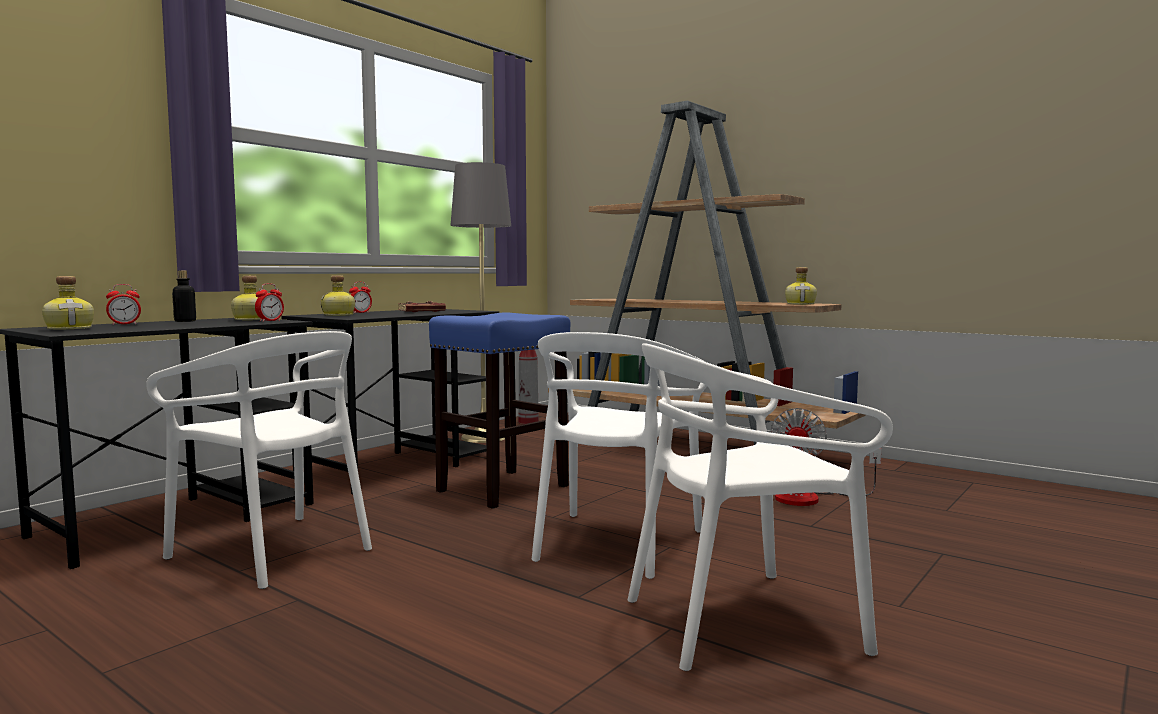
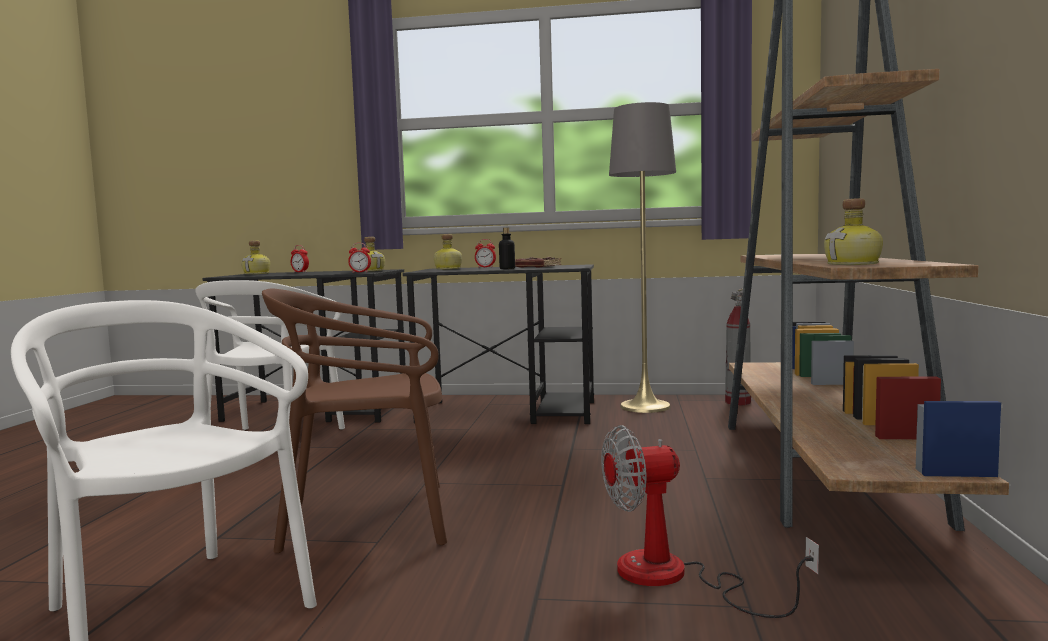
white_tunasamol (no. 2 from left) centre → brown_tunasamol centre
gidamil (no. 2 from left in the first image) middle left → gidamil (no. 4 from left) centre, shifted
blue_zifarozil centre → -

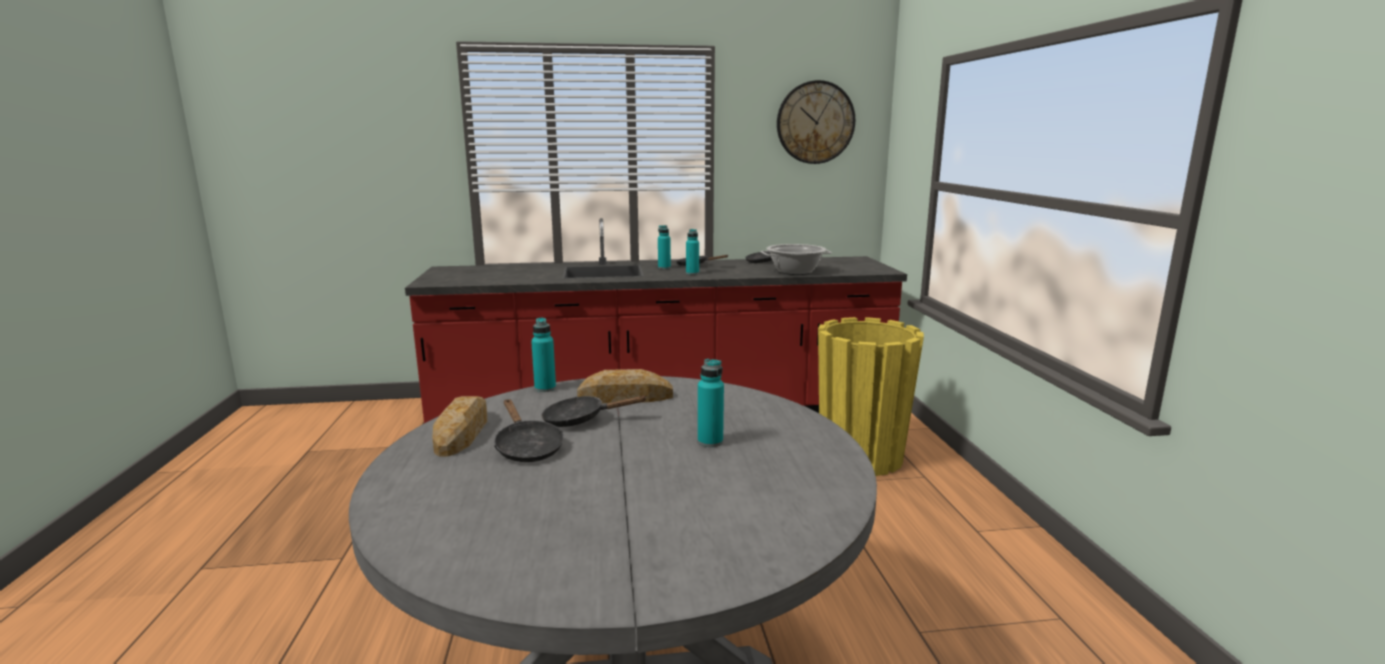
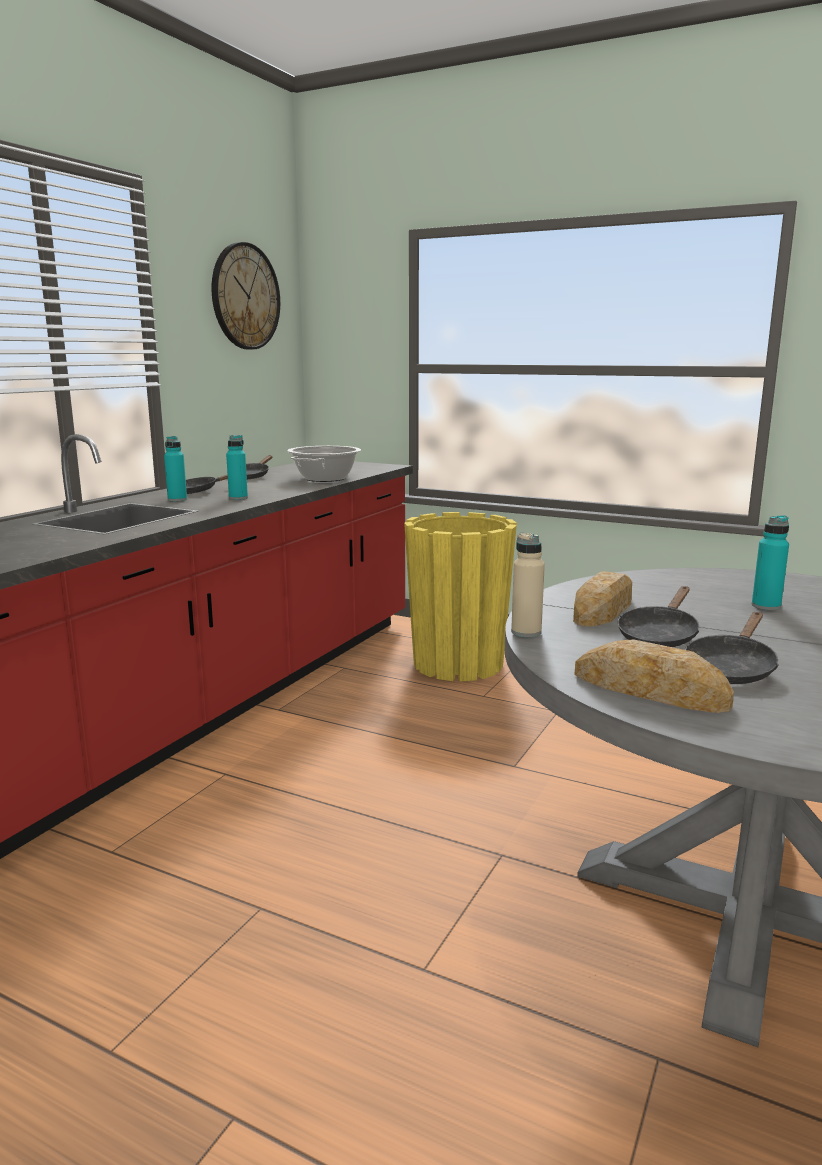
turquoise_gidamil (no. 1 from left) centre → beige_gidamil centre
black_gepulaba (no. 1 from left in the first image) centre → black_gepulaba (no. 4 from left) middle right, 120 degrees clockwise

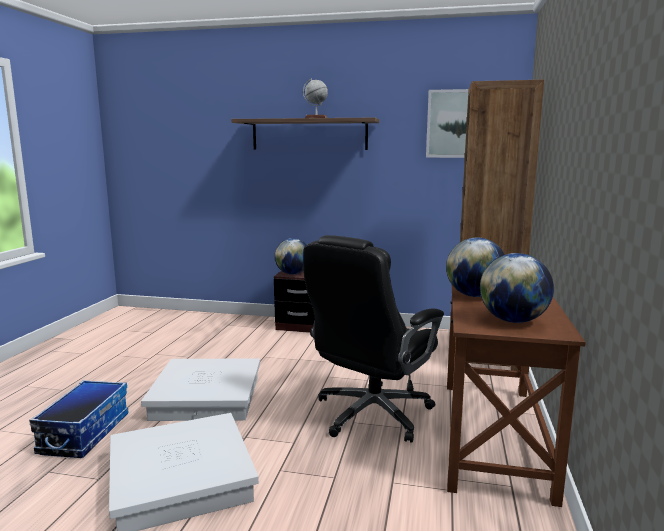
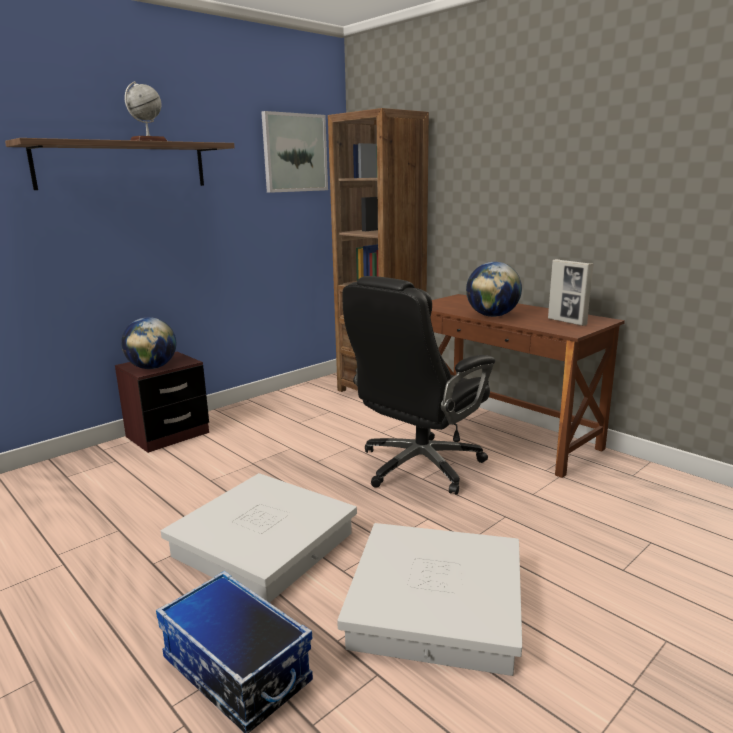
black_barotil centre, 60 degrees clockwise
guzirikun (no. 4 from left) middle right → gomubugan middle right

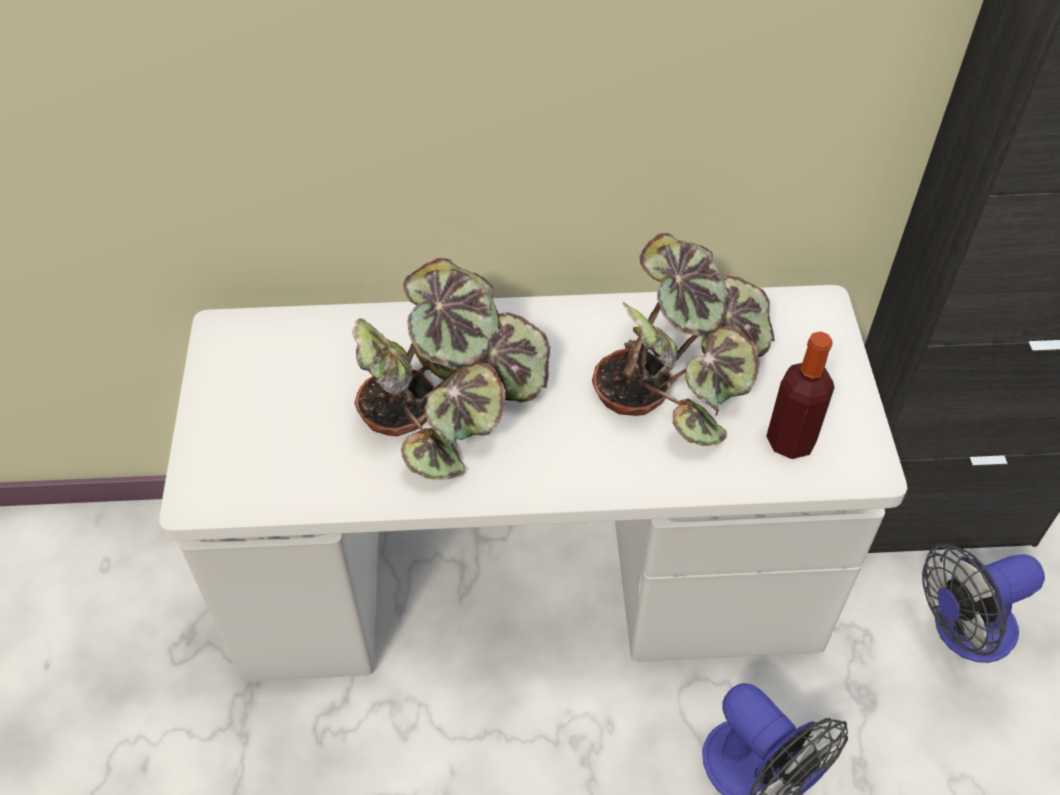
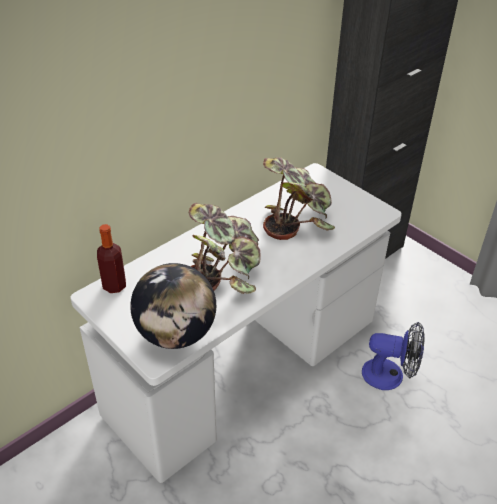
gidamil middle right → gidamil middle left, shifted
- → guzirikun centre
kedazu (no. 2 from left) bottom right → -

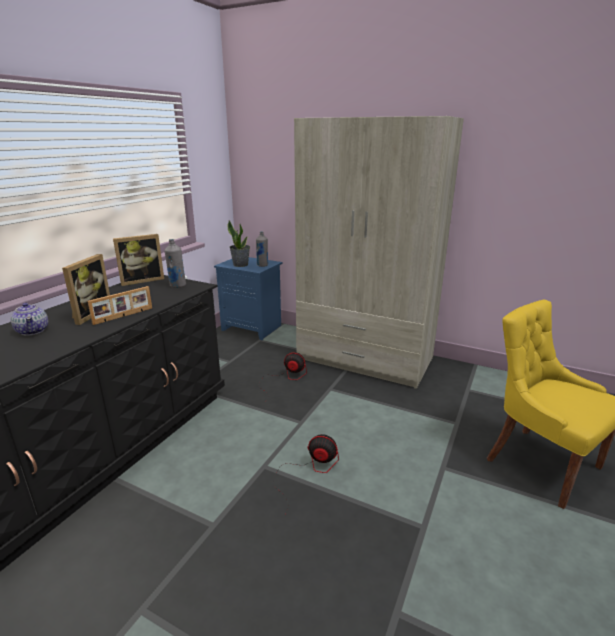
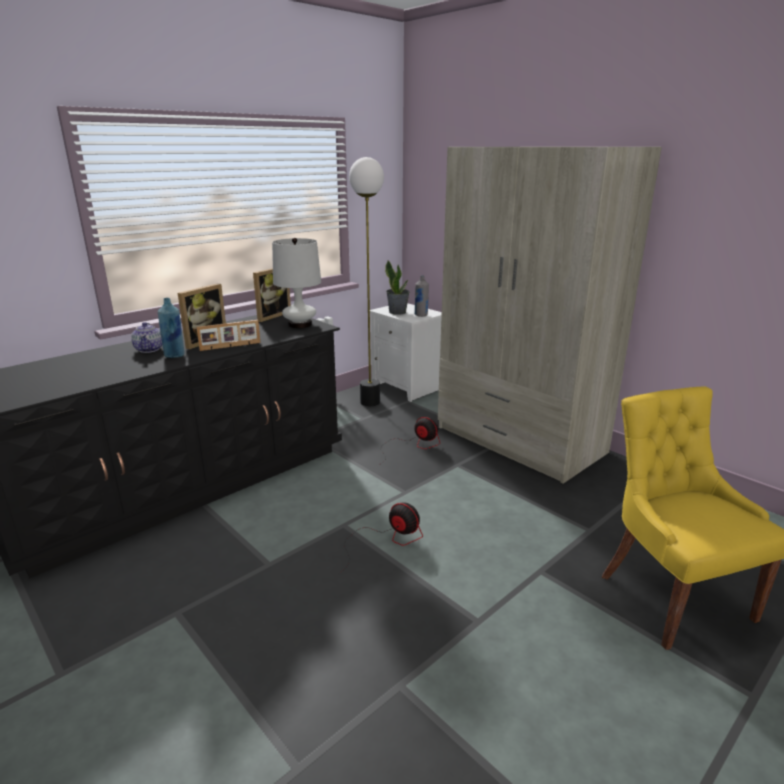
- → blue_gidamil middle left
gomubugan (no. 3 from left) middle left → gomubugan (no. 3 from left) centre, 45 degrees counterclockwise
grey_gidamil (no. 1 from left) middle left → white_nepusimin centre
- → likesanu centre
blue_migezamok centre → white_migezamok centre

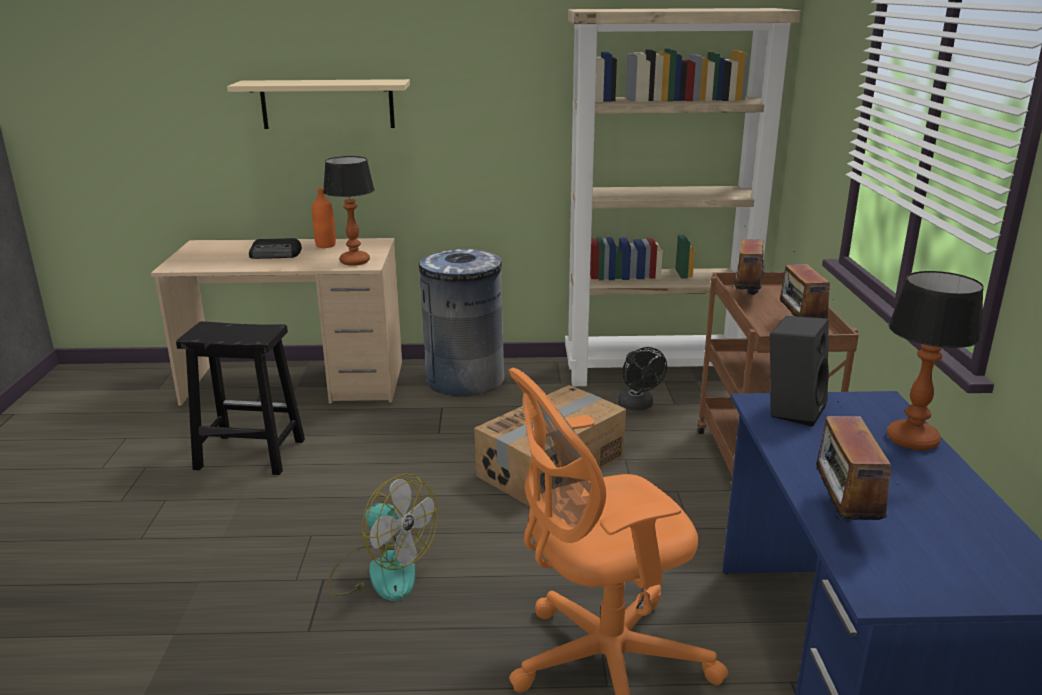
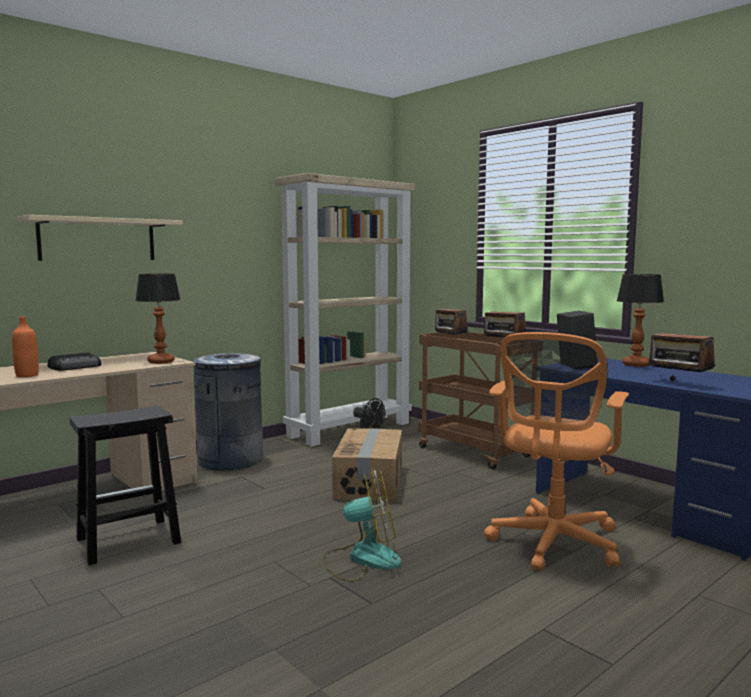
orange_gidamil top left → orange_gidamil middle left, shifted

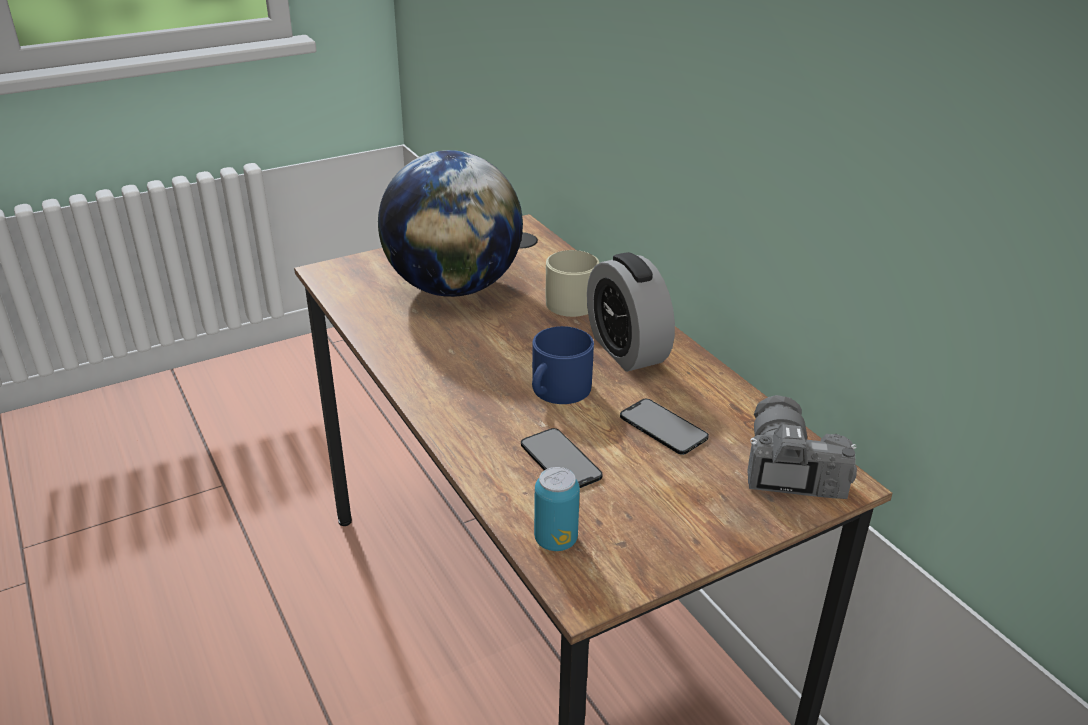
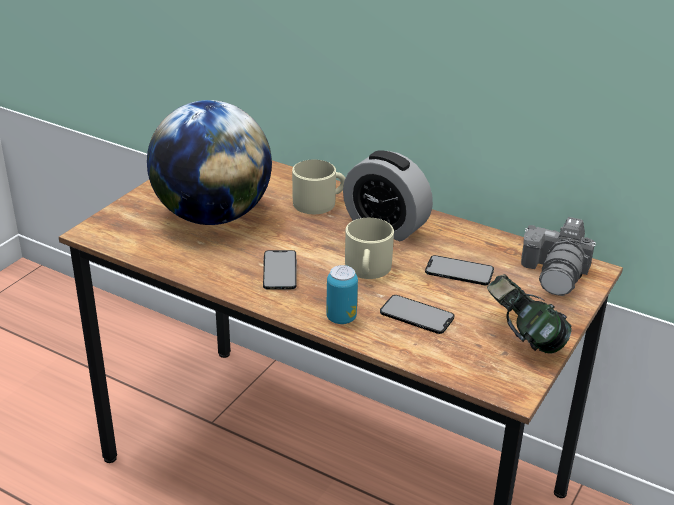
- → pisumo (no. 1 from left) centre
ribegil bottom centre → ribegil centre, shifted
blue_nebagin centre → beige_nebagin (no. 2 from left) centre
- → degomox middle right
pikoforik middle right, 135 degrees counterclockwise

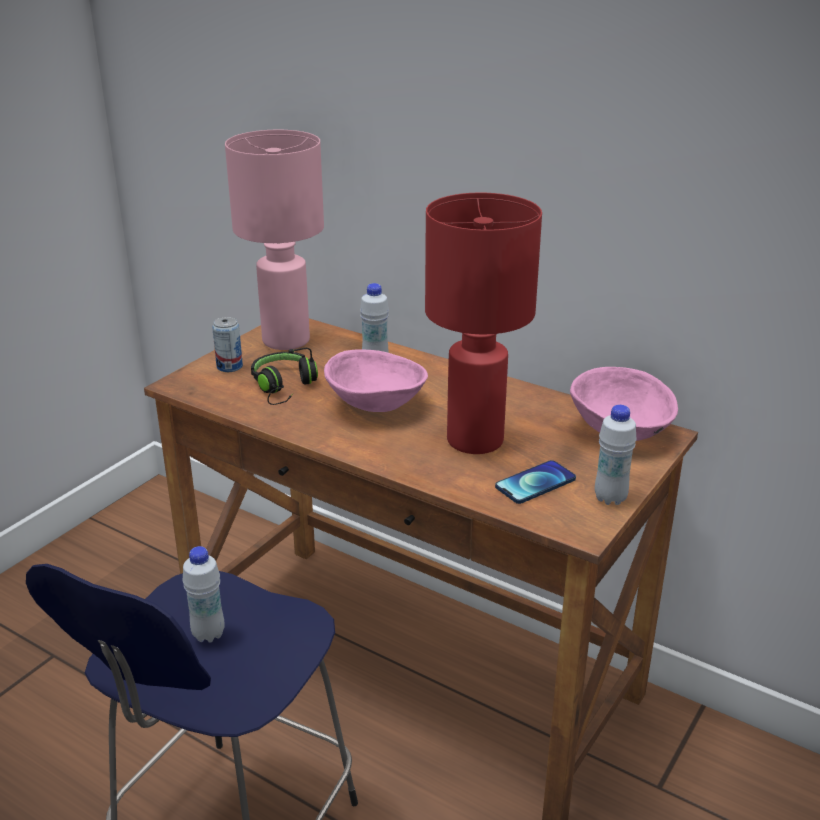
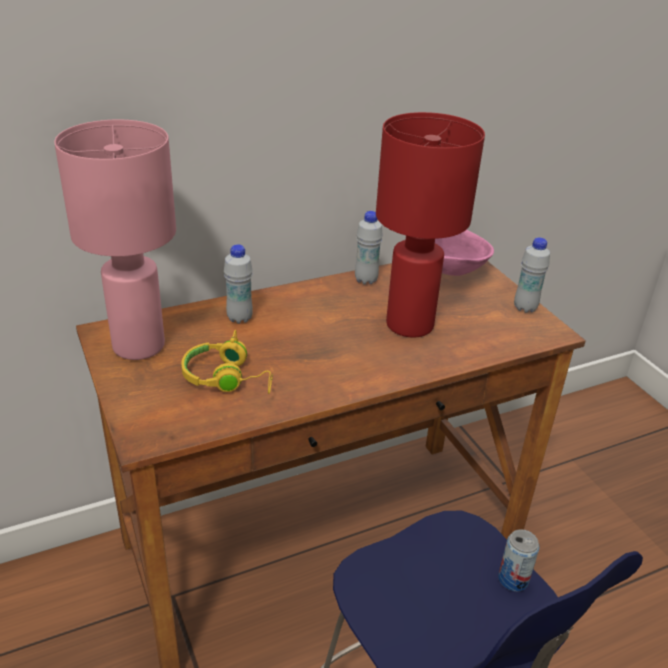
black_degomox centre → yellow_degomox centre
white_gidamil (no. 1 from left in the first image) bottom left → white_gidamil (no. 2 from left) centre, shifted
ribegil middle left → ribegil bottom right, shifted
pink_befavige (no. 1 from left) centre → -
pisumo centre → -

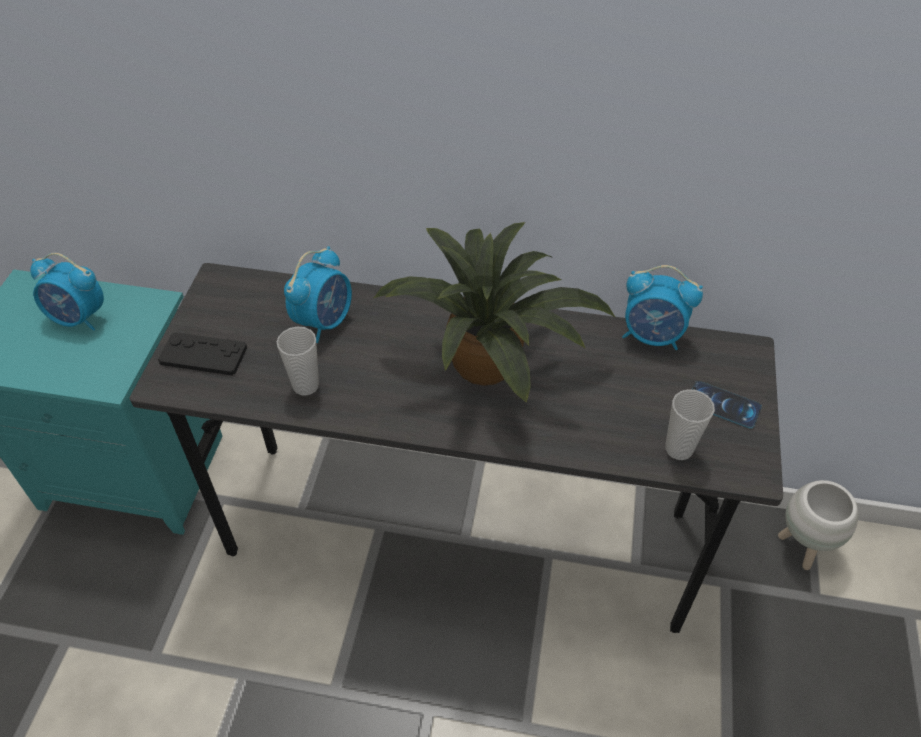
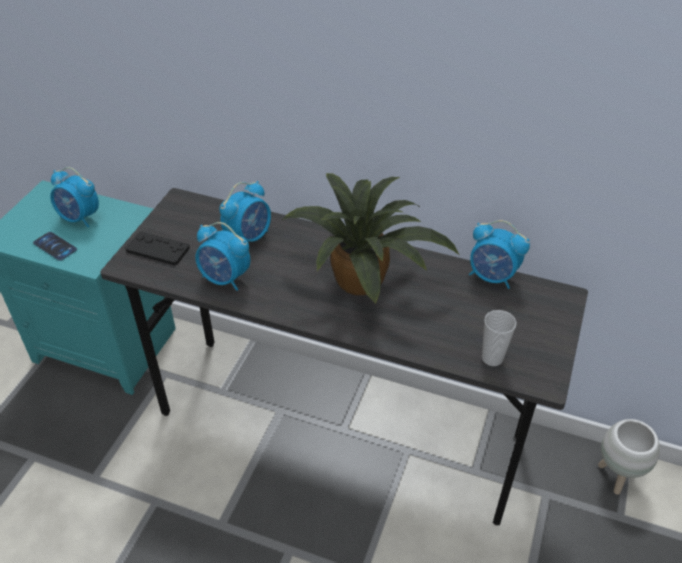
pisumo middle right → pisumo middle left, shifted
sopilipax (no. 1 from left) middle left → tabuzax (no. 2 from left) middle left

